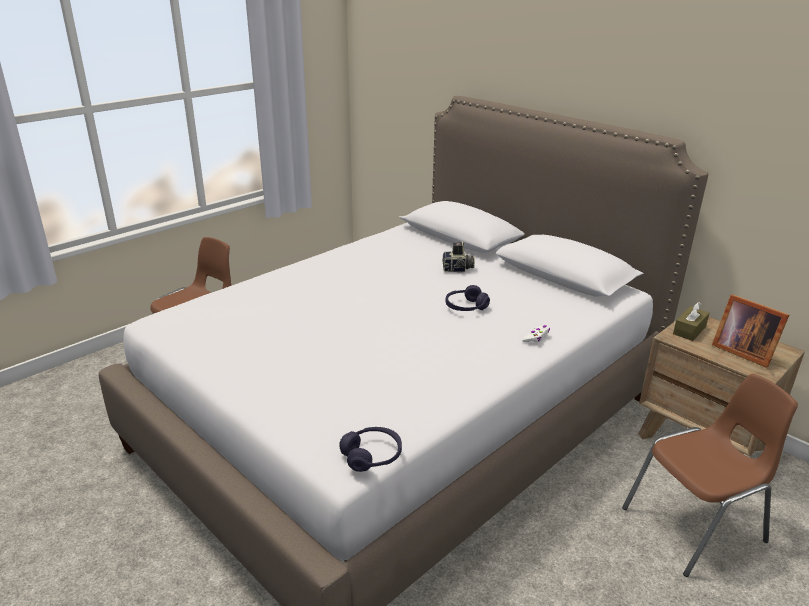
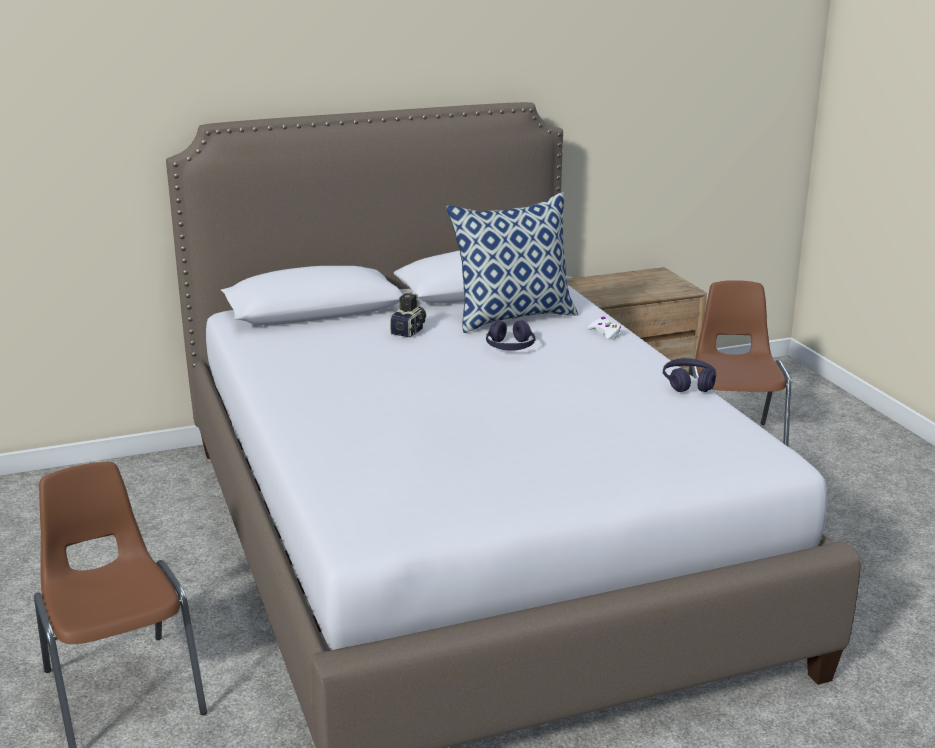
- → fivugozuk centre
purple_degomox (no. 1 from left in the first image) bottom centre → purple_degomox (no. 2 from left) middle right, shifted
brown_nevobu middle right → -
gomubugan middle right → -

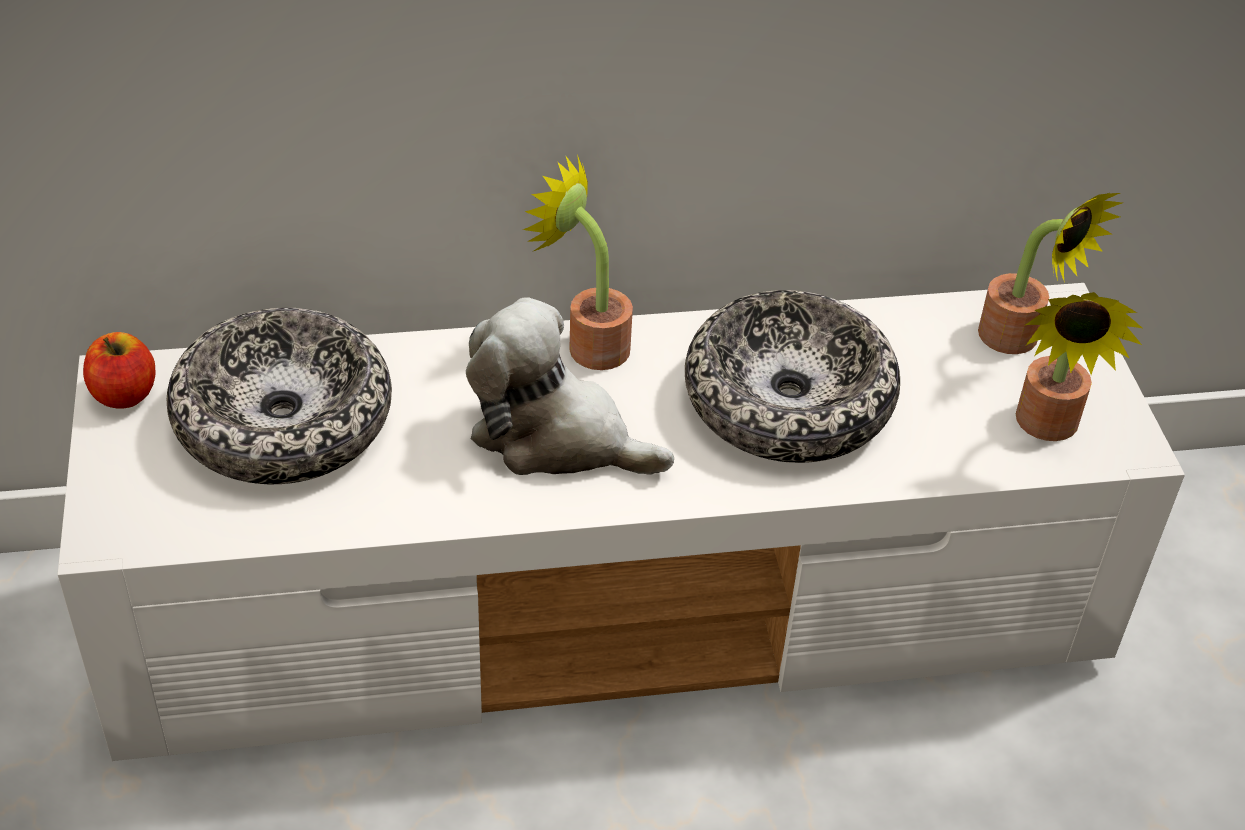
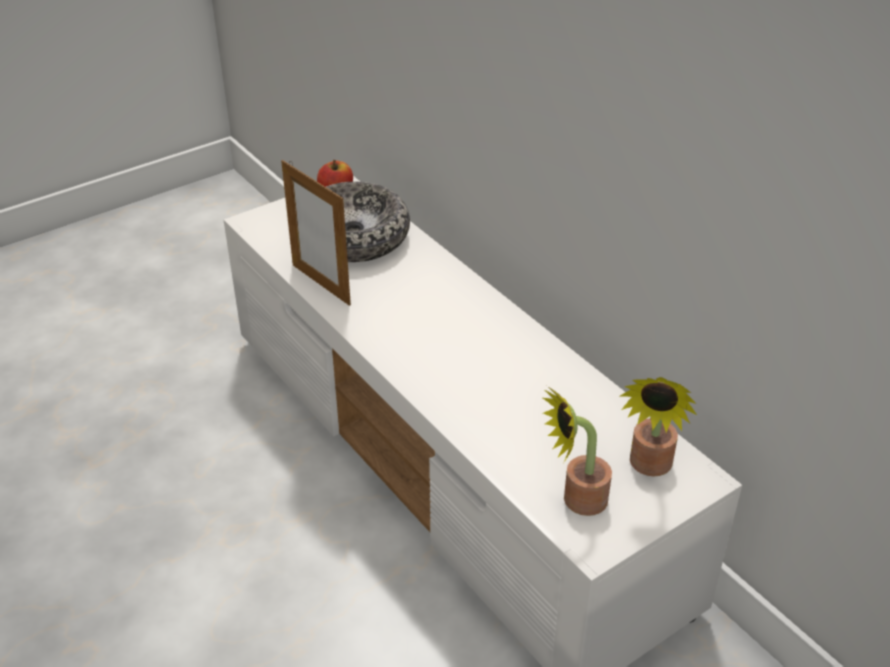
- → gomubugan centre
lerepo centre → -
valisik (no. 1 from left) top centre → -
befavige (no. 2 from left) centre → -

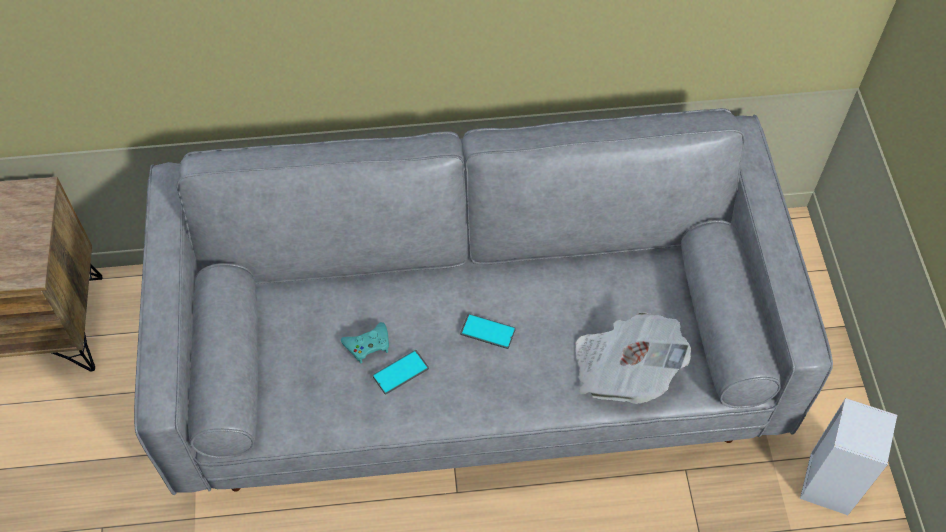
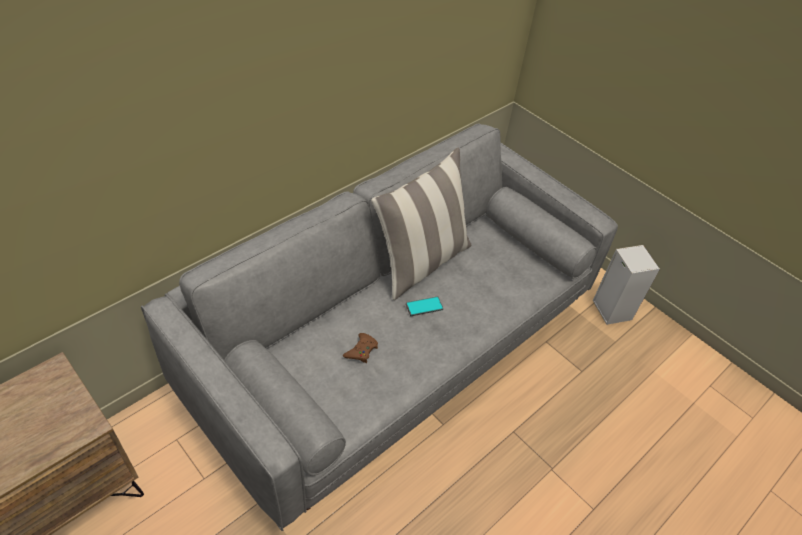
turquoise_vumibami centre → brown_vumibami centre
- → fivugozuk centre
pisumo (no. 1 from left) bottom centre → -
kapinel bottom right → -

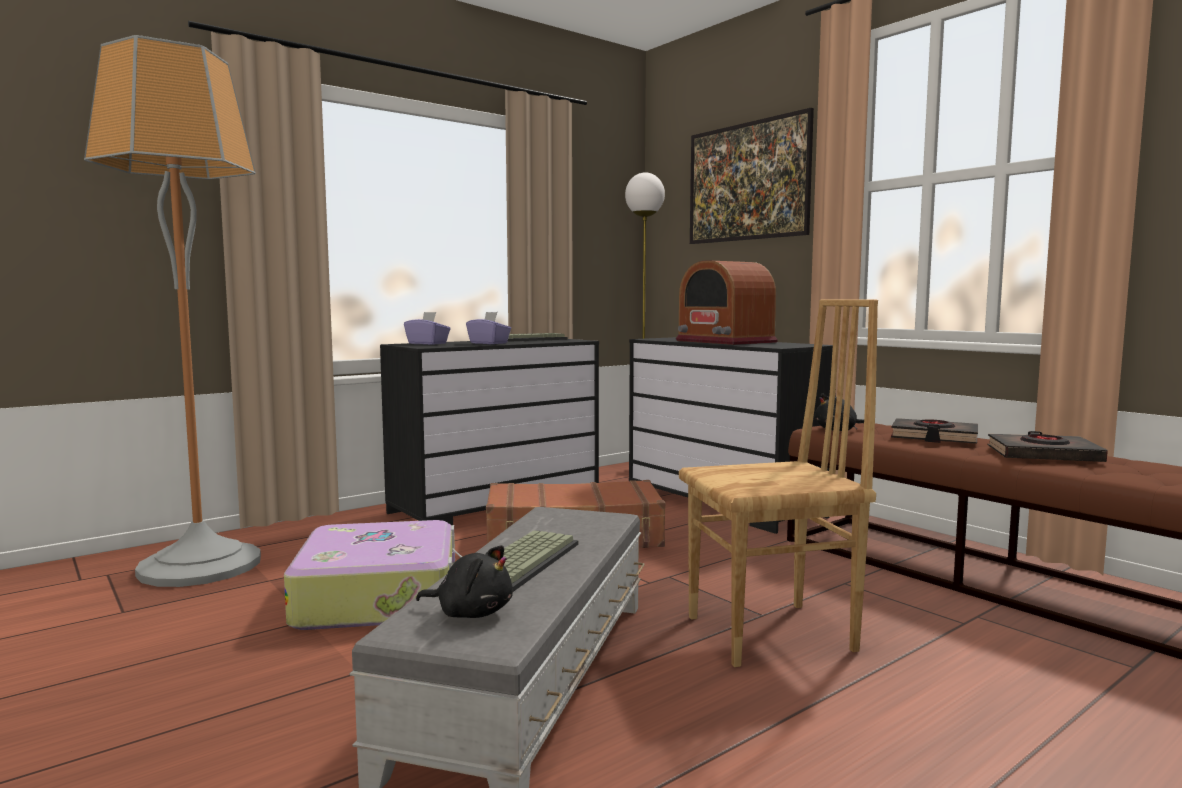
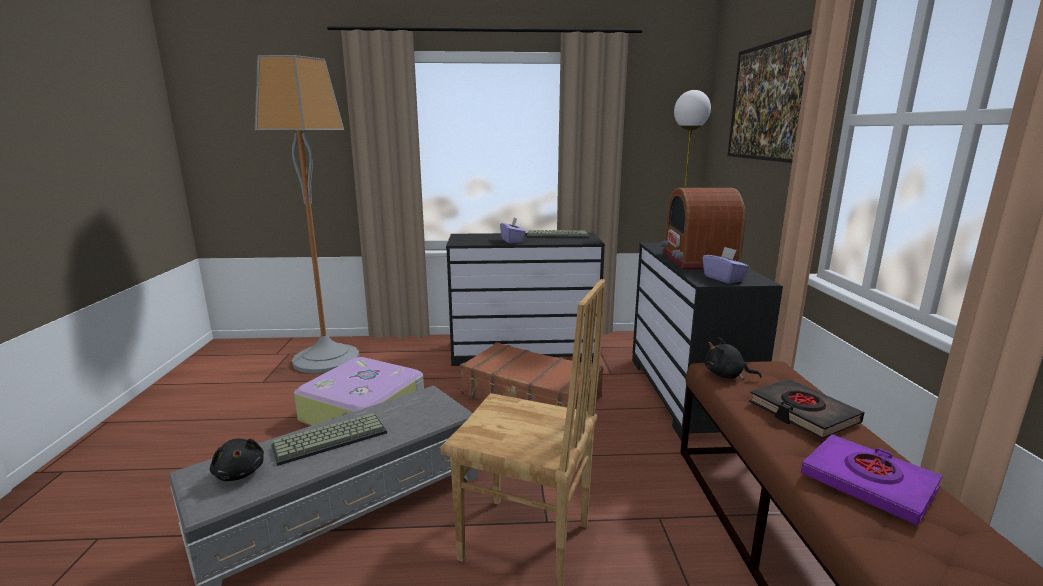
purple_nevobu (no. 1 from left in the first image) centre → purple_nevobu (no. 2 from left) middle right, shifted
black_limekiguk (no. 2 from left) middle right → purple_limekiguk bottom right

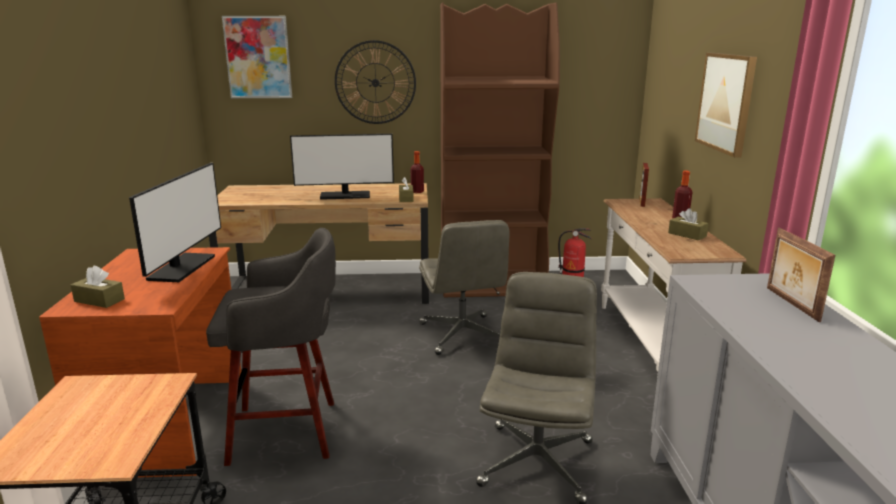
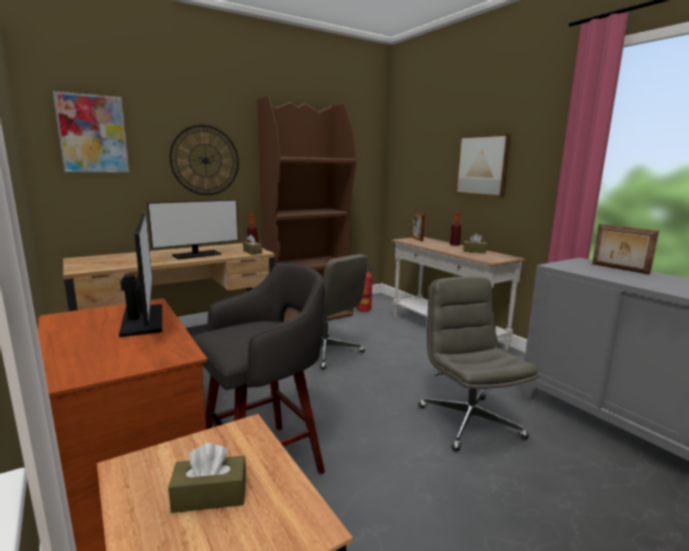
brown_nevobu (no. 1 from left) middle left → brown_nevobu (no. 1 from left) bottom left, shifted

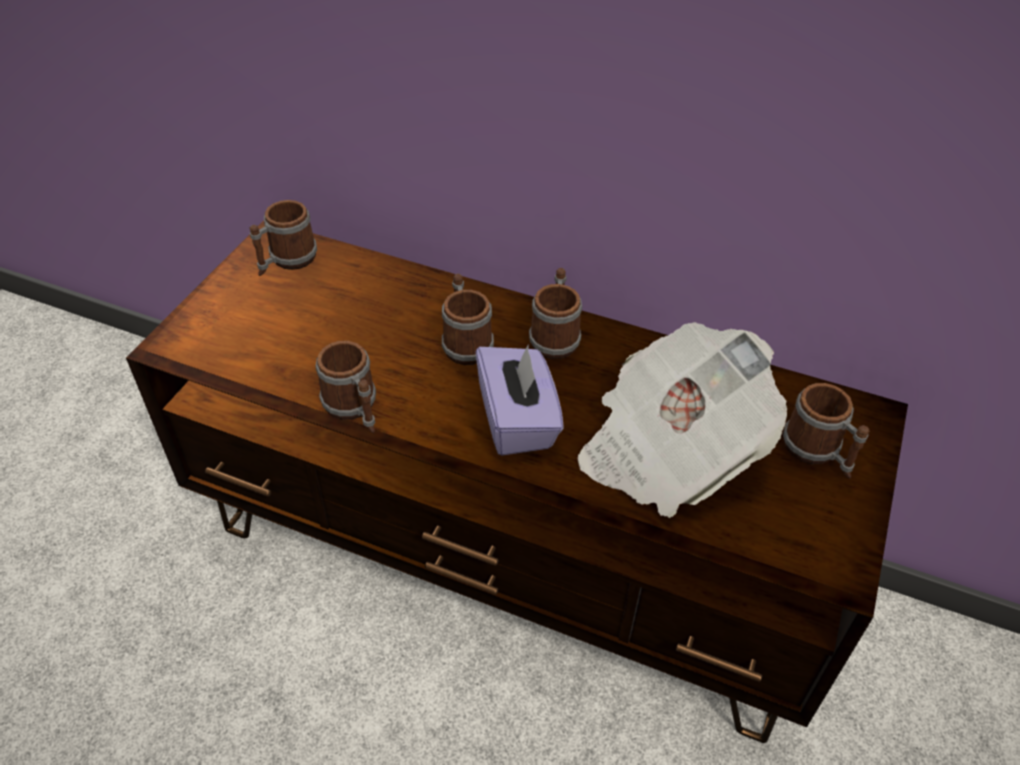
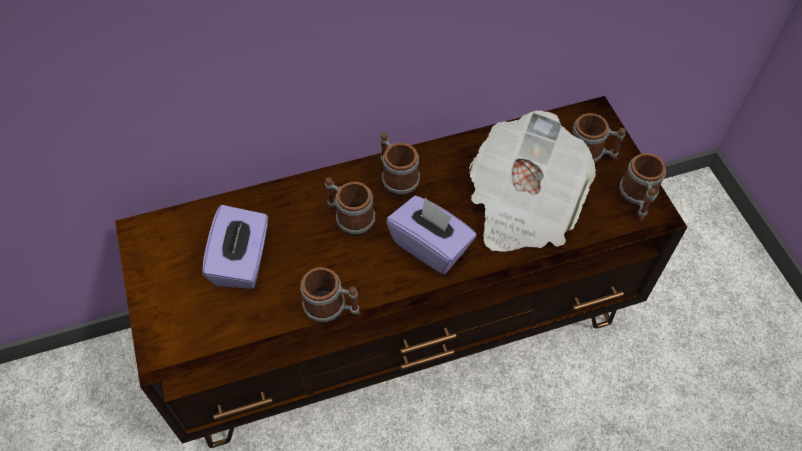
- → purple_nevobu (no. 1 from left) middle left
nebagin (no. 1 from left in the first image) top left → nebagin (no. 5 from left) middle right, shifted

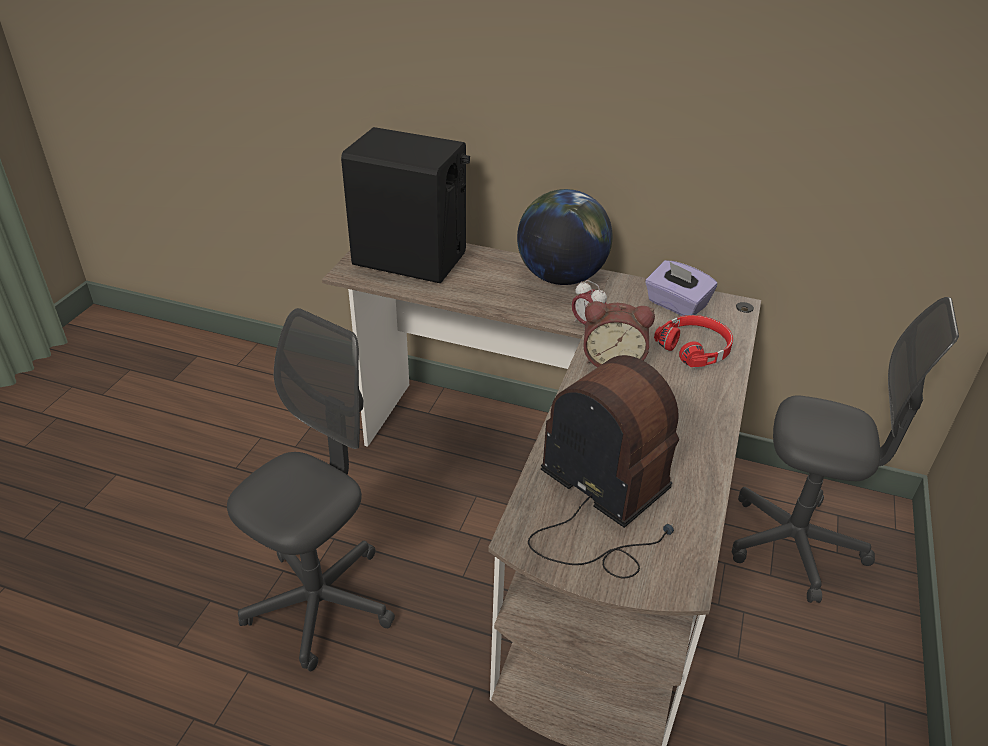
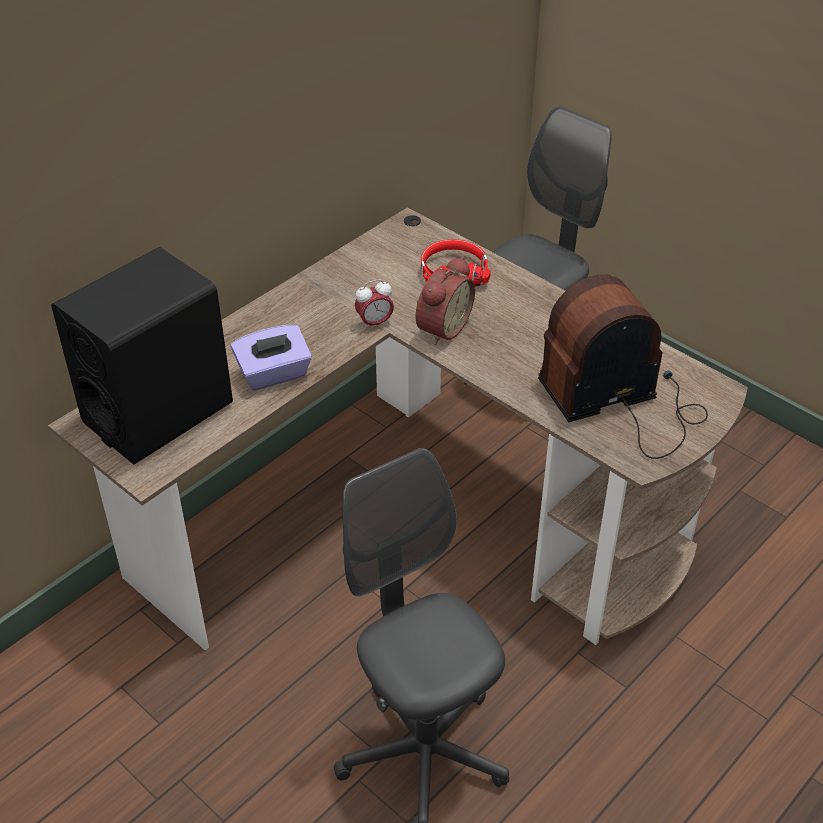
purple_nevobu middle right → purple_nevobu middle left, shifted
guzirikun top centre → -

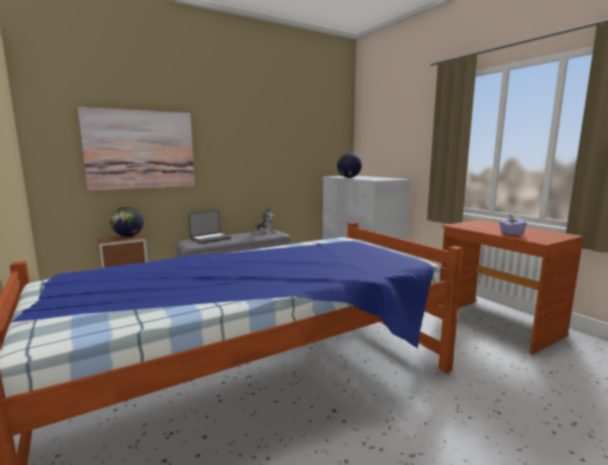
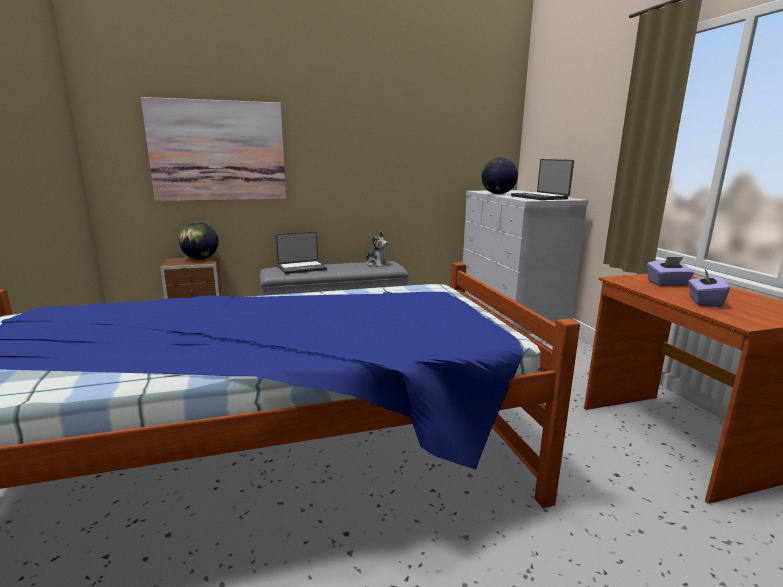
- → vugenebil (no. 2 from left) top right
- → purple_nevobu (no. 1 from left) middle right

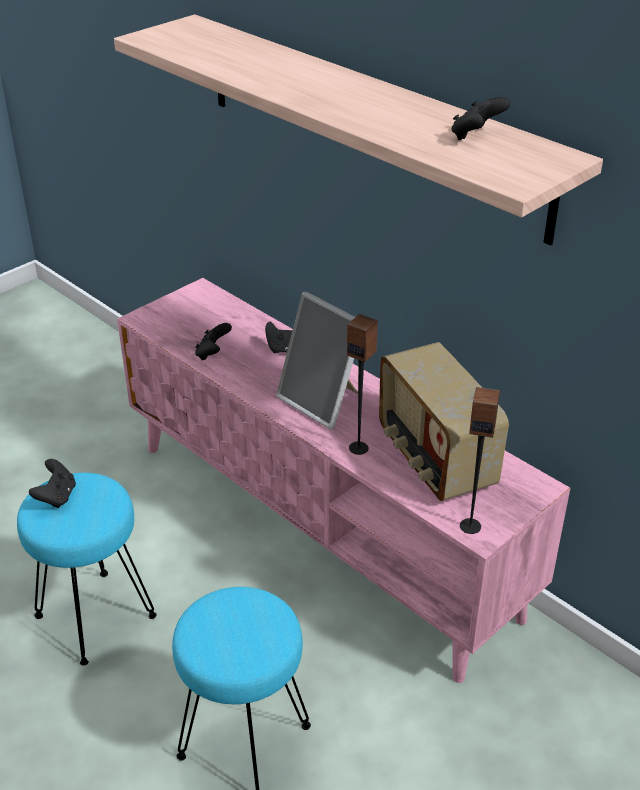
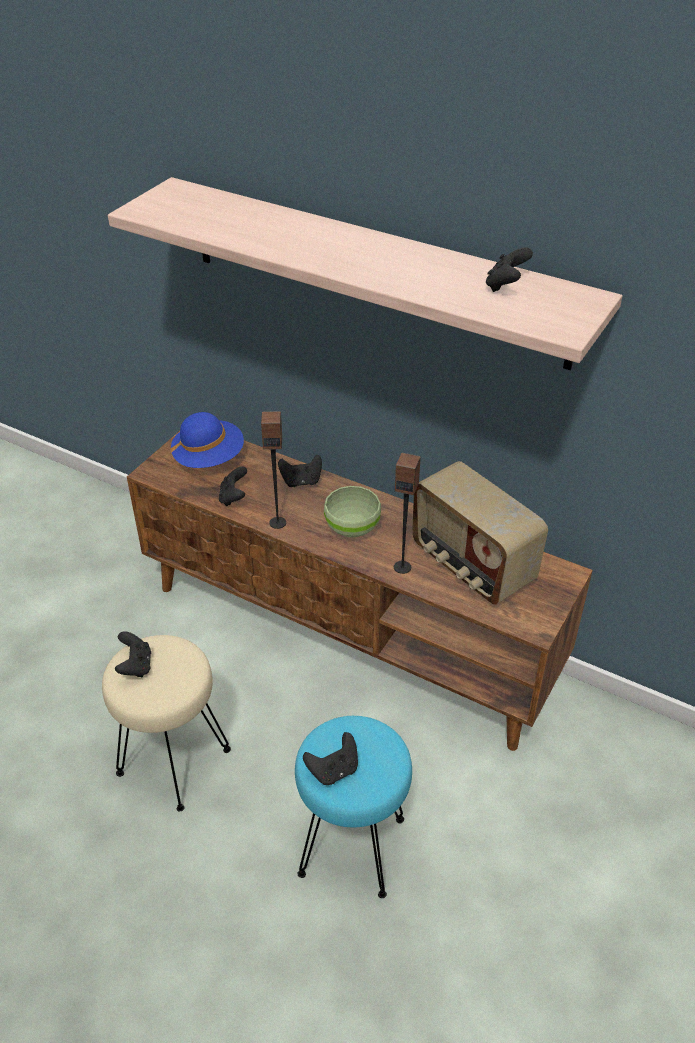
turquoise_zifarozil (no. 1 from left) bottom left → beige_zifarozil bottom left
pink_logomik centre → brown_logomik centre
- → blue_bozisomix middle left
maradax (no. 2 from left in the first image) middle right → maradax (no. 1 from left) centre, shifted
- → black_vumibami (no. 4 from left) bottom centre
gomubugan centre → green_befavige centre

